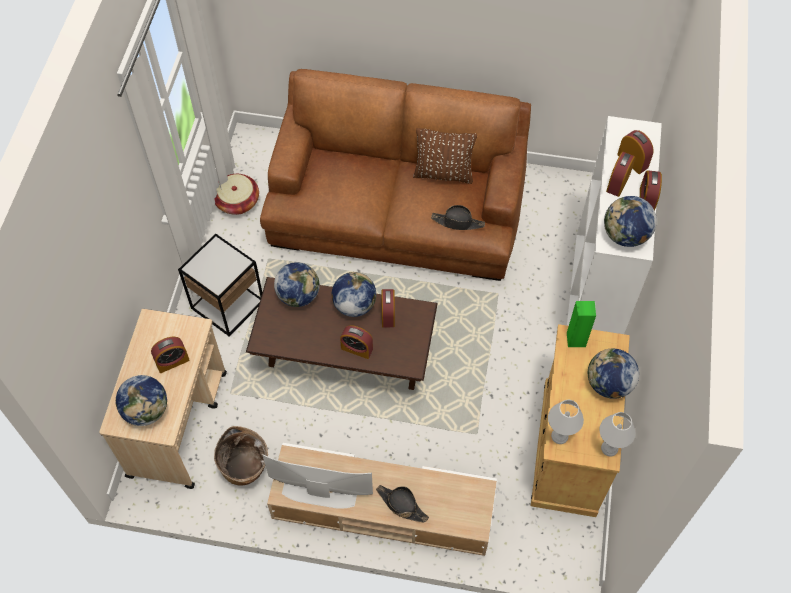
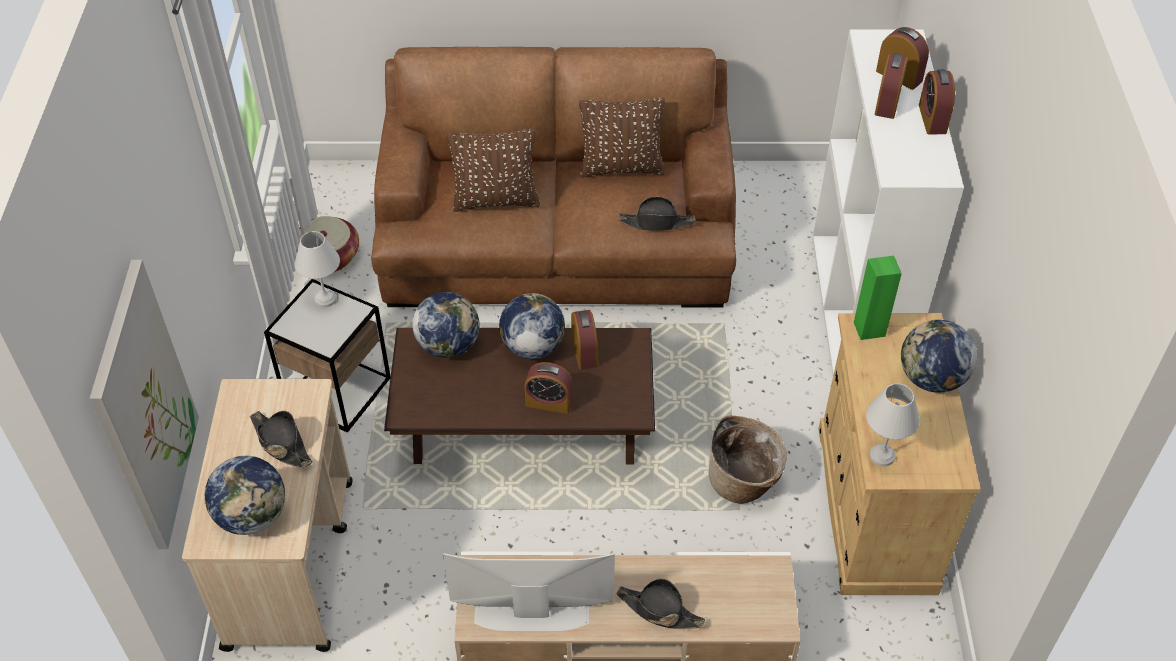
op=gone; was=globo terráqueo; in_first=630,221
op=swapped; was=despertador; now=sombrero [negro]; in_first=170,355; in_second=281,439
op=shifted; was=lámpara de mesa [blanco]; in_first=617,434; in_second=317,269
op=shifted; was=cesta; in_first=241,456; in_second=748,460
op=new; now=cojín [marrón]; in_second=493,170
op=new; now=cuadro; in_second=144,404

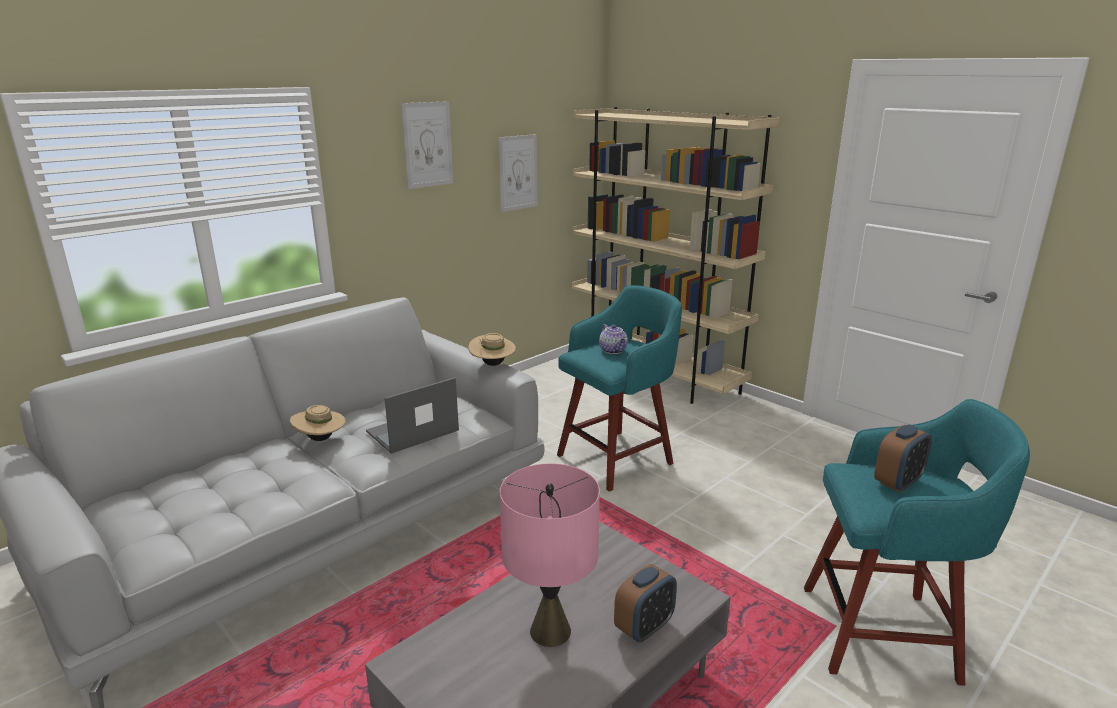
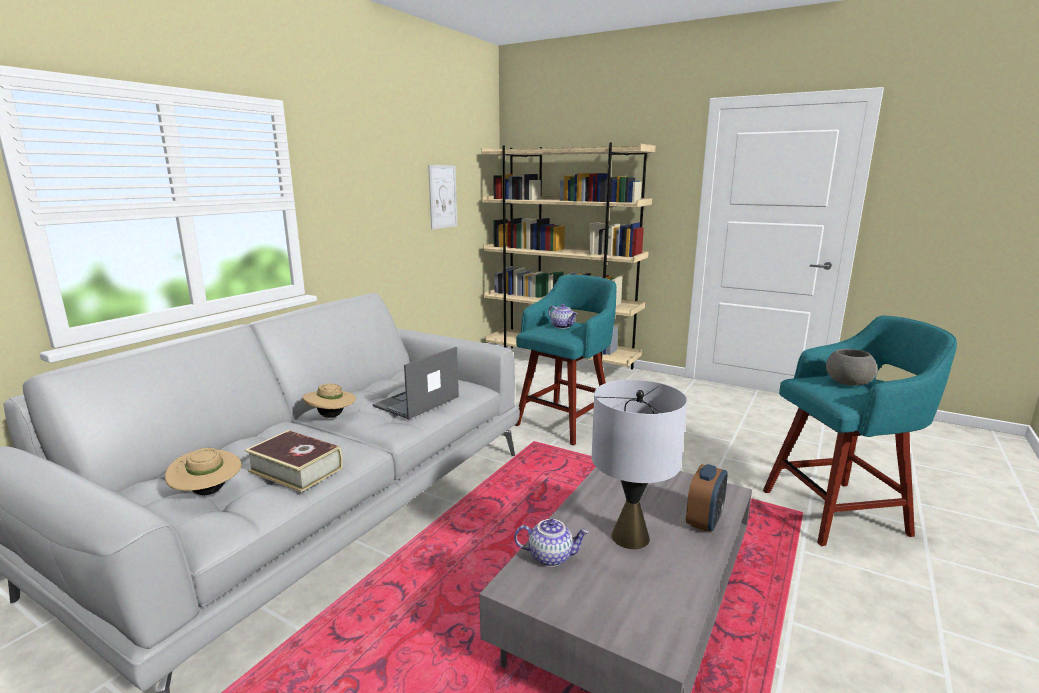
op=gone; was=cuadro; in_first=427,145
op=shifted; was=sombrero [beis]; in_first=492,349; in_second=203,471
op=swapped; was=despertador; now=cuenco [gris]; in_first=903,458; in_second=852,367
op=repainted; was=lámpara de mesa [rosa]; now=lámpara de mesa [gris]; in_first=550,555; in_second=639,464
op=new; now=libro; in_second=294,461
op=new; now=tetera; in_second=551,543

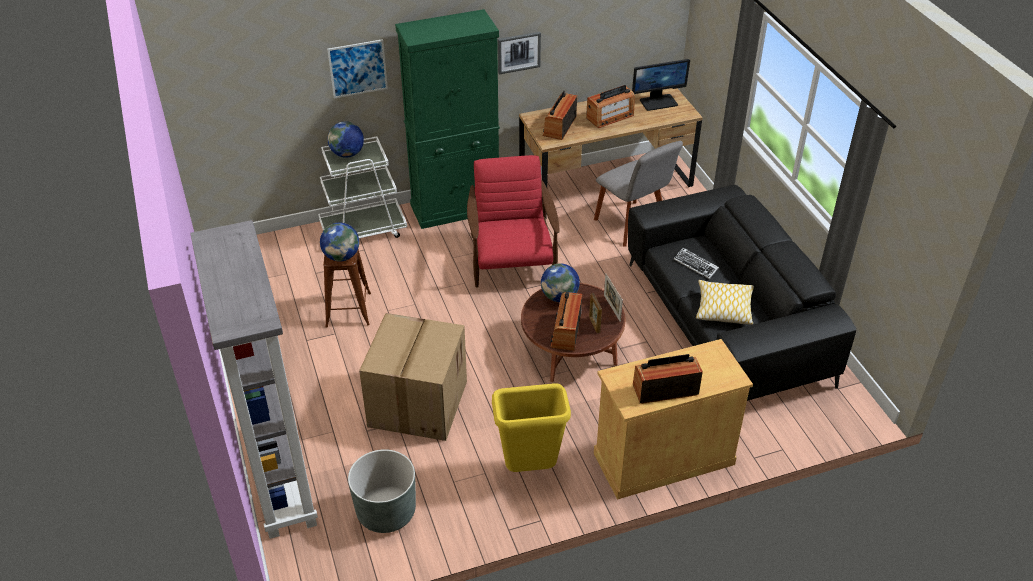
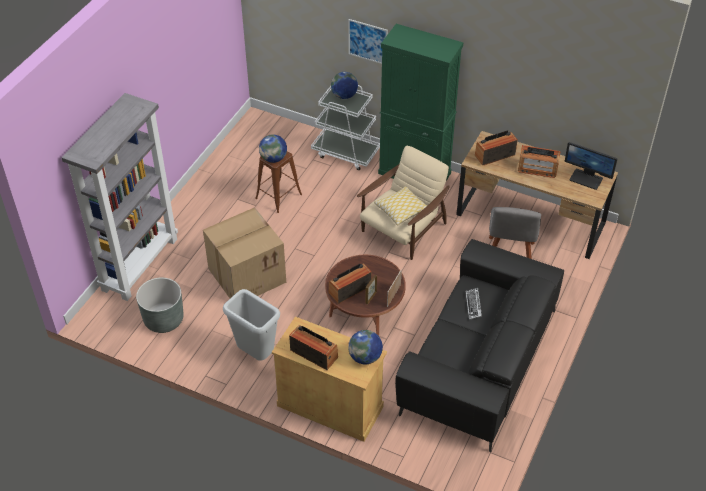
op=gone; was=cuadro; in_first=519,53
op=repainted; was=sillón [rojo]; now=sillón [beis]; in_first=513,221; in_second=403,203
op=shifted; was=globo terráqueo; in_first=560,282; in_second=365,347
op=shifted; was=cojín; in_first=725,302; in_second=400,206
op=repainted; was=papelera [amarillo]; now=papelera [gris]; in_first=531,427; in_second=251,325

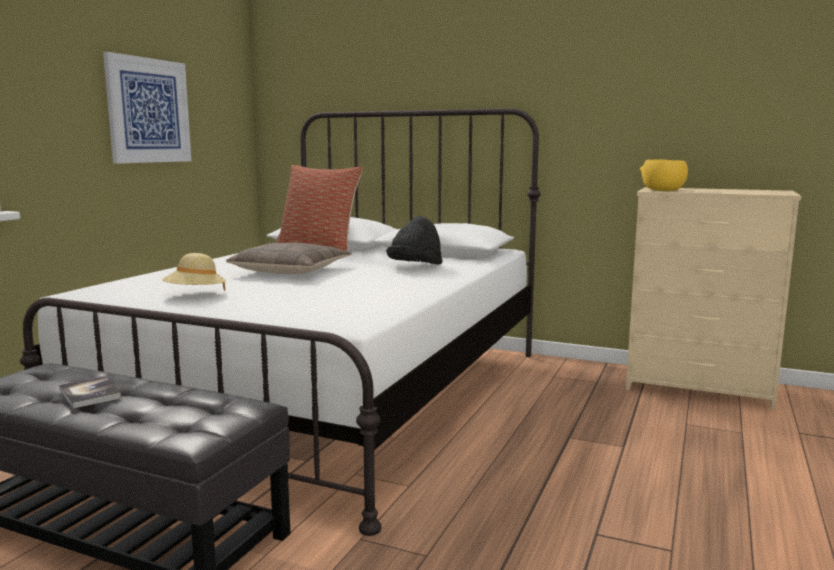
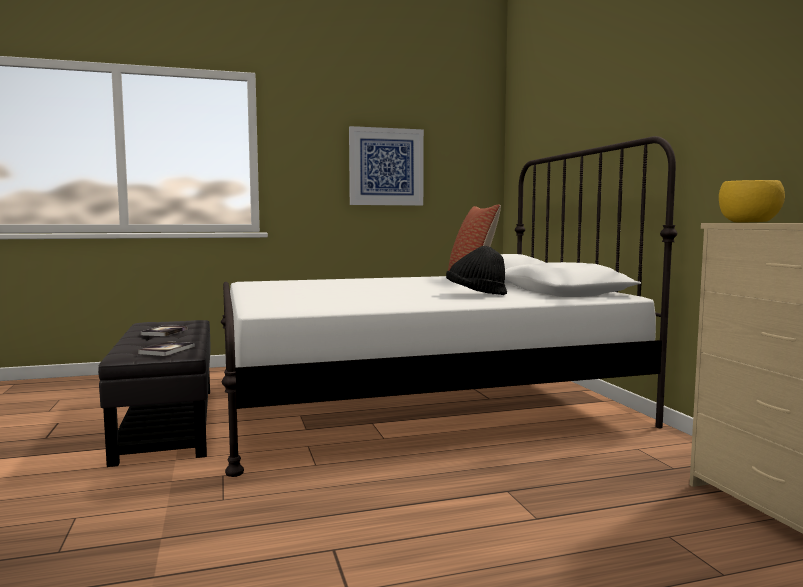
op=gone; was=cojín; in_first=289,258
op=gone; was=sombrero [beis]; in_first=194,272
op=new; now=libro; in_second=166,348

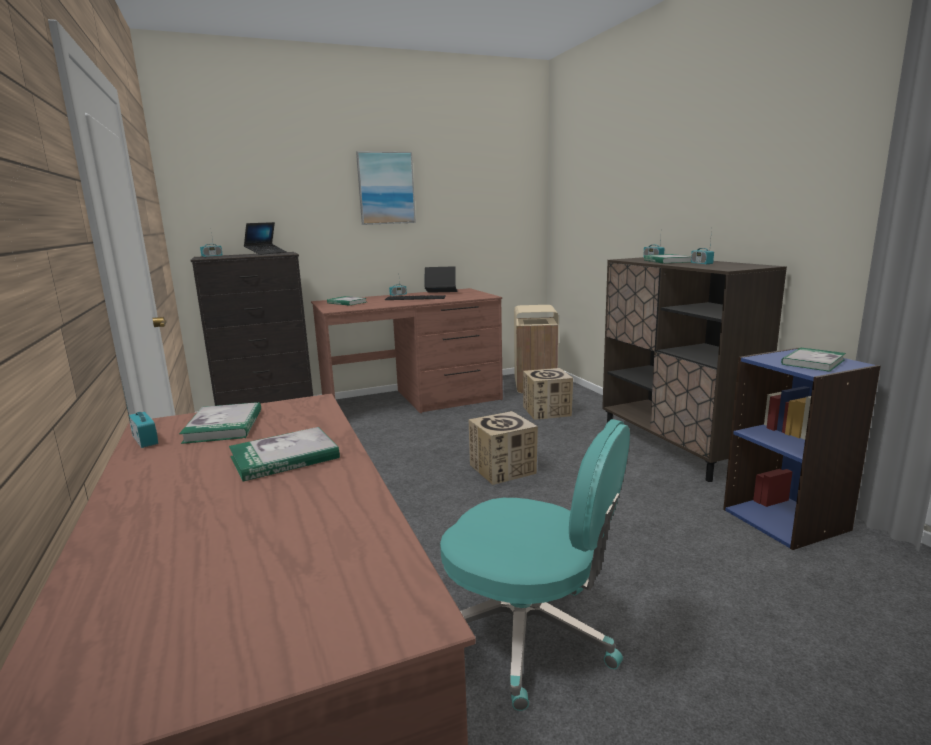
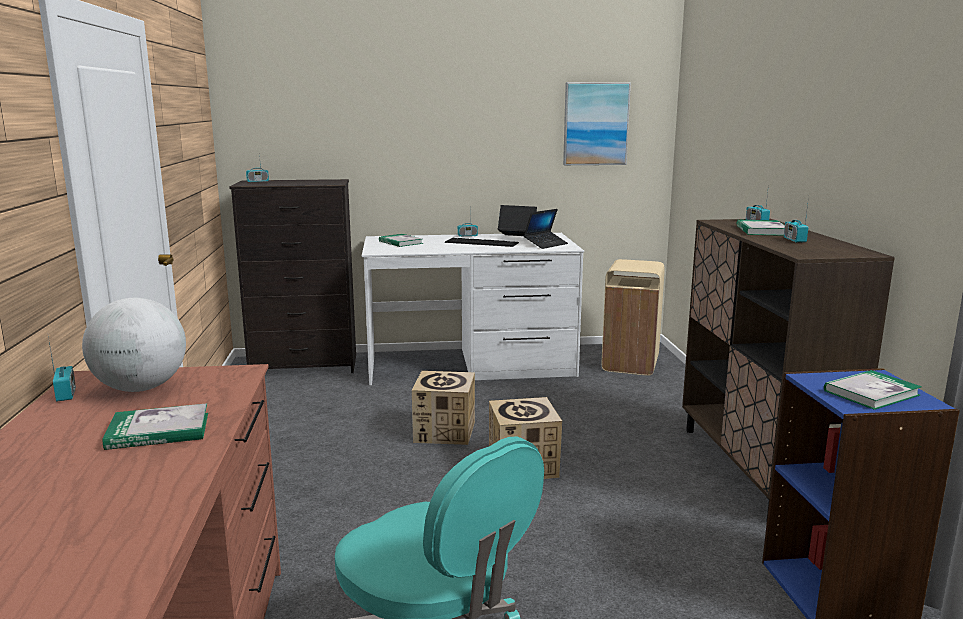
op=shifted; was=cuadro; in_first=386,188; in_second=597,123
op=shifted; was=portátil; in_first=265,238; in_second=546,229
op=repainted; was=escritorio [marrón]; now=escritorio [blanco]; in_first=407,350; in_second=473,309
op=shifted; was=caja de cartón; in_first=548,394; in_second=443,408
op=swapped; was=libro; now=globo terráqueo; in_first=220,423; in_second=134,345

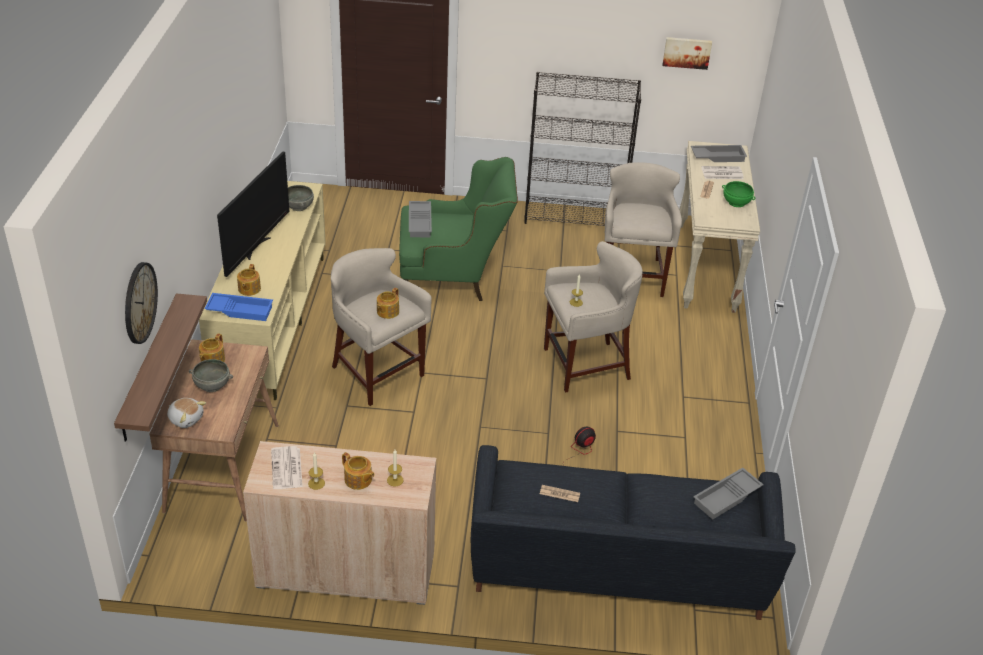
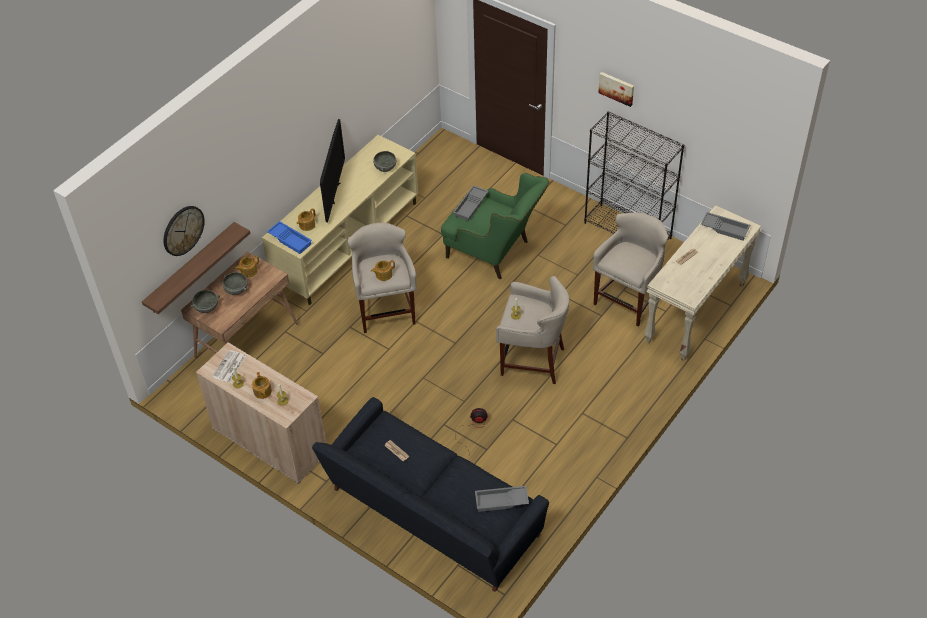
op=shifted; was=cuadro; in_first=687,53; in_second=616,89
op=rotated; was=televisor; in_first=253,214; in_second=332,170; clockwise=-45
op=gone; was=periódico; in_first=722,172
op=gone; was=cuenco [verde]; in_first=738,194
op=swapped; was=peluche; now=cuenco [gris]; in_first=186,413; in_second=205,301

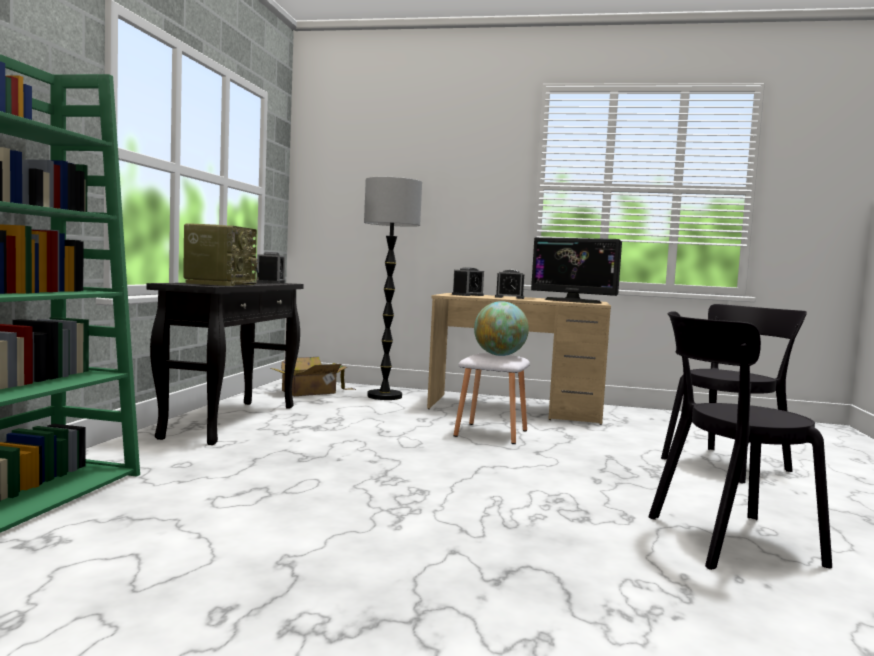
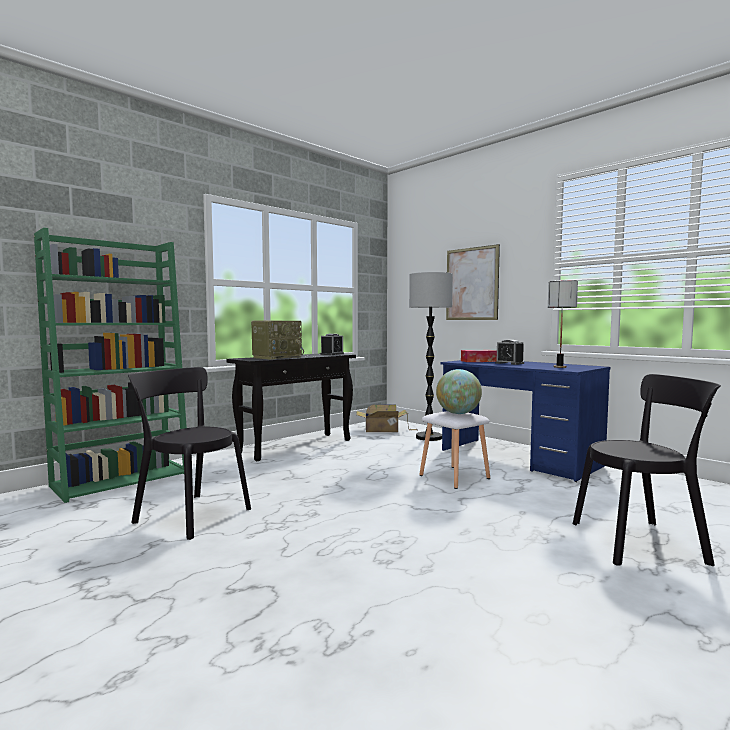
op=swapped; was=monitor; now=lámpara de mesa; in_first=576,270; in_second=563,324
op=swapped; was=despertador; now=caja de pañuelos; in_first=468,281; in_second=479,356
op=repainted; was=escritorio [beis]; now=escritorio [azul]; in_first=519,359; in_second=526,421
op=shifted; was=silla [negro]; in_first=740,440; in_second=189,453
op=new; now=cuadro; in_second=473,282

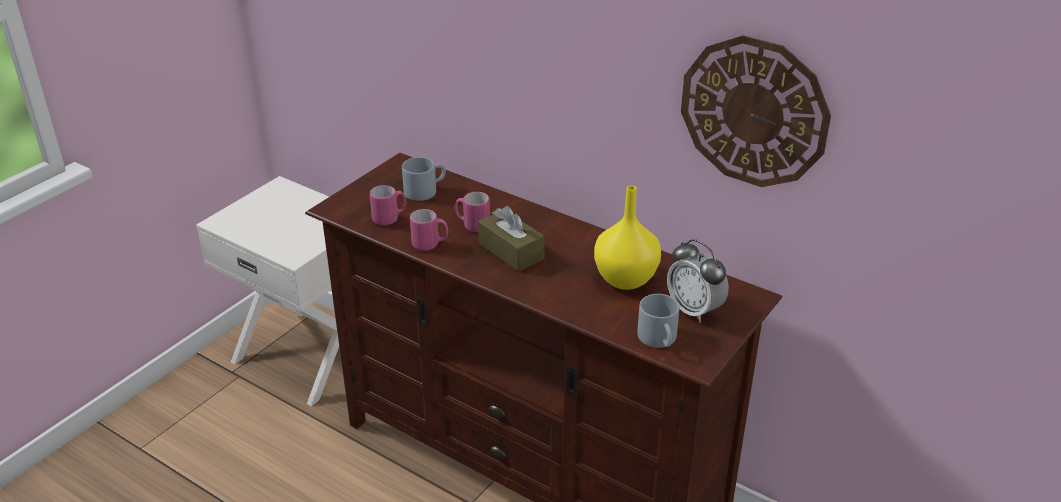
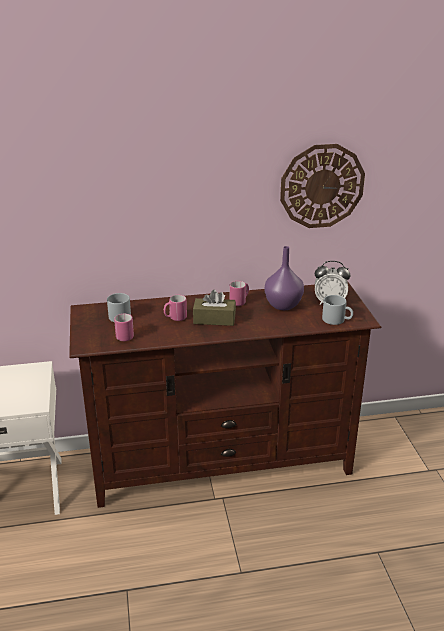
op=repainted; was=florero [amarillo]; now=florero [morado]; in_first=627,238; in_second=284,278
op=shifted; was=taza grande [rosa]; in_first=429,230; in_second=239,293

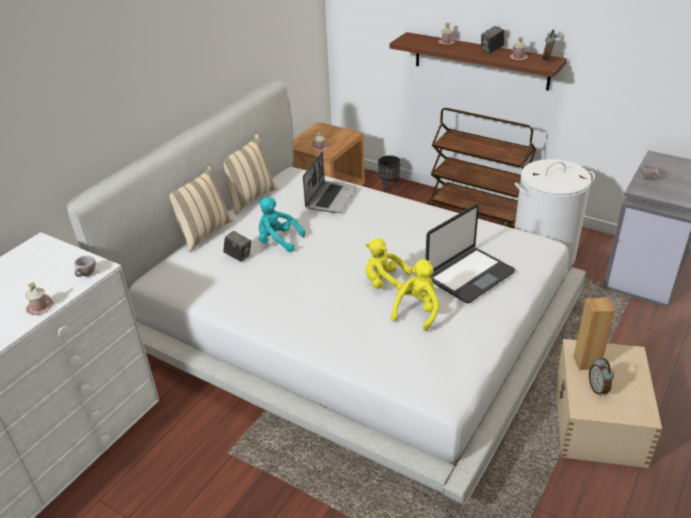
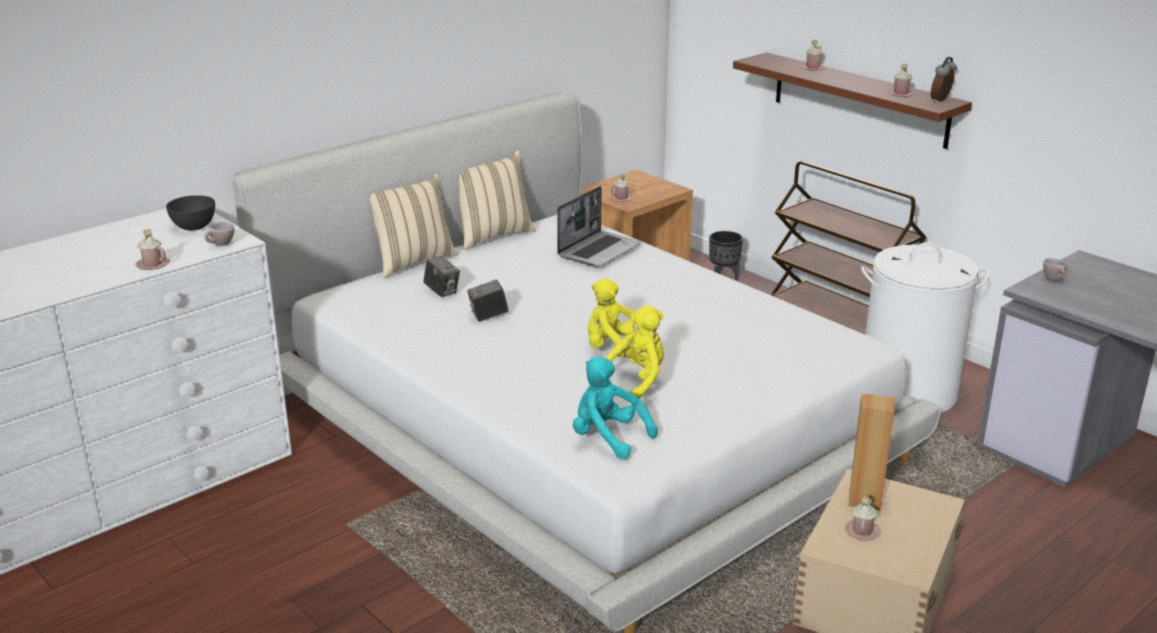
op=shifted; was=cámara; in_first=492,39; in_second=487,300
op=shifted; was=peluche [turquesa]; in_first=282,224; in_second=615,408
op=gone; was=portátil; in_first=470,253
op=swapped; was=despertador; now=taza grande [rosa]; in_first=601,377; in_second=863,518
op=new; now=cuenco [gris]; in_second=190,212

